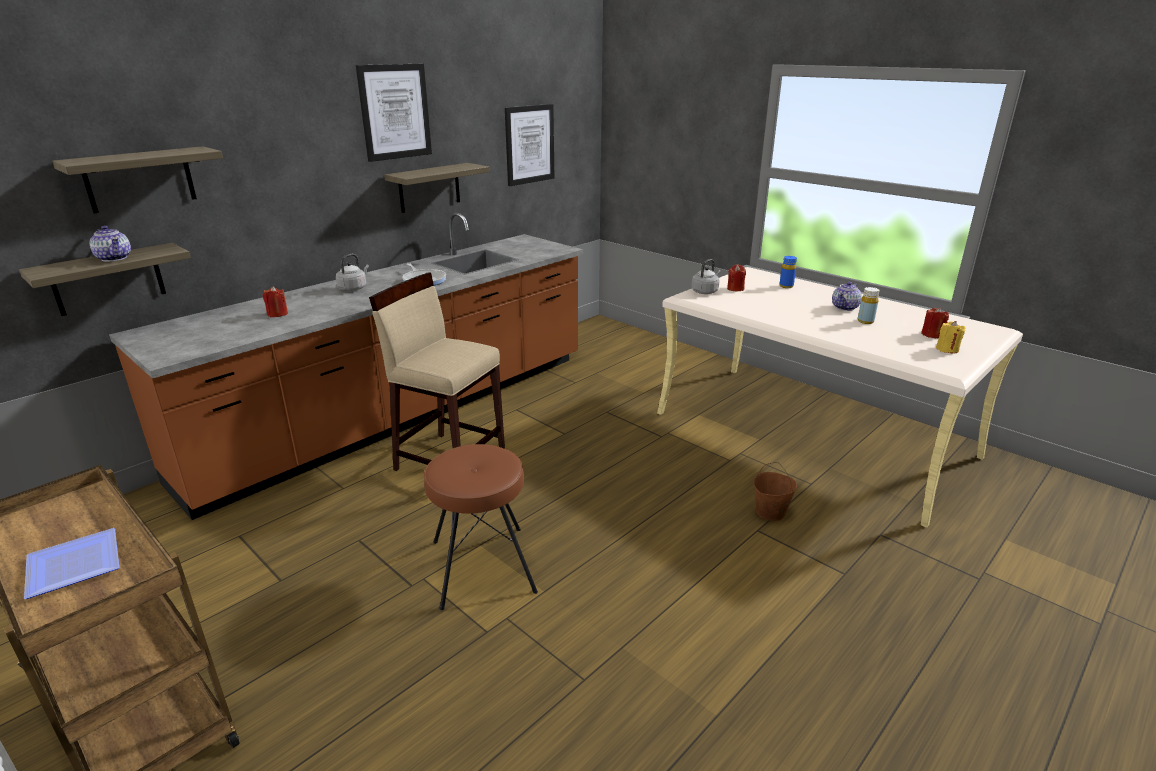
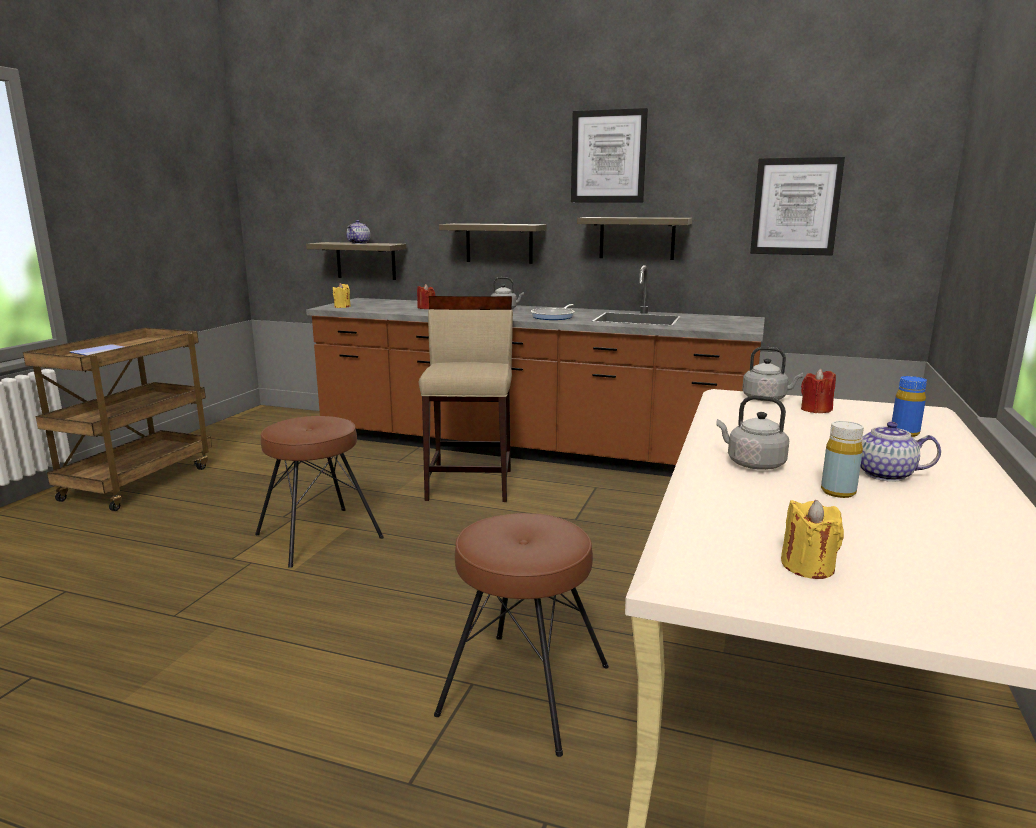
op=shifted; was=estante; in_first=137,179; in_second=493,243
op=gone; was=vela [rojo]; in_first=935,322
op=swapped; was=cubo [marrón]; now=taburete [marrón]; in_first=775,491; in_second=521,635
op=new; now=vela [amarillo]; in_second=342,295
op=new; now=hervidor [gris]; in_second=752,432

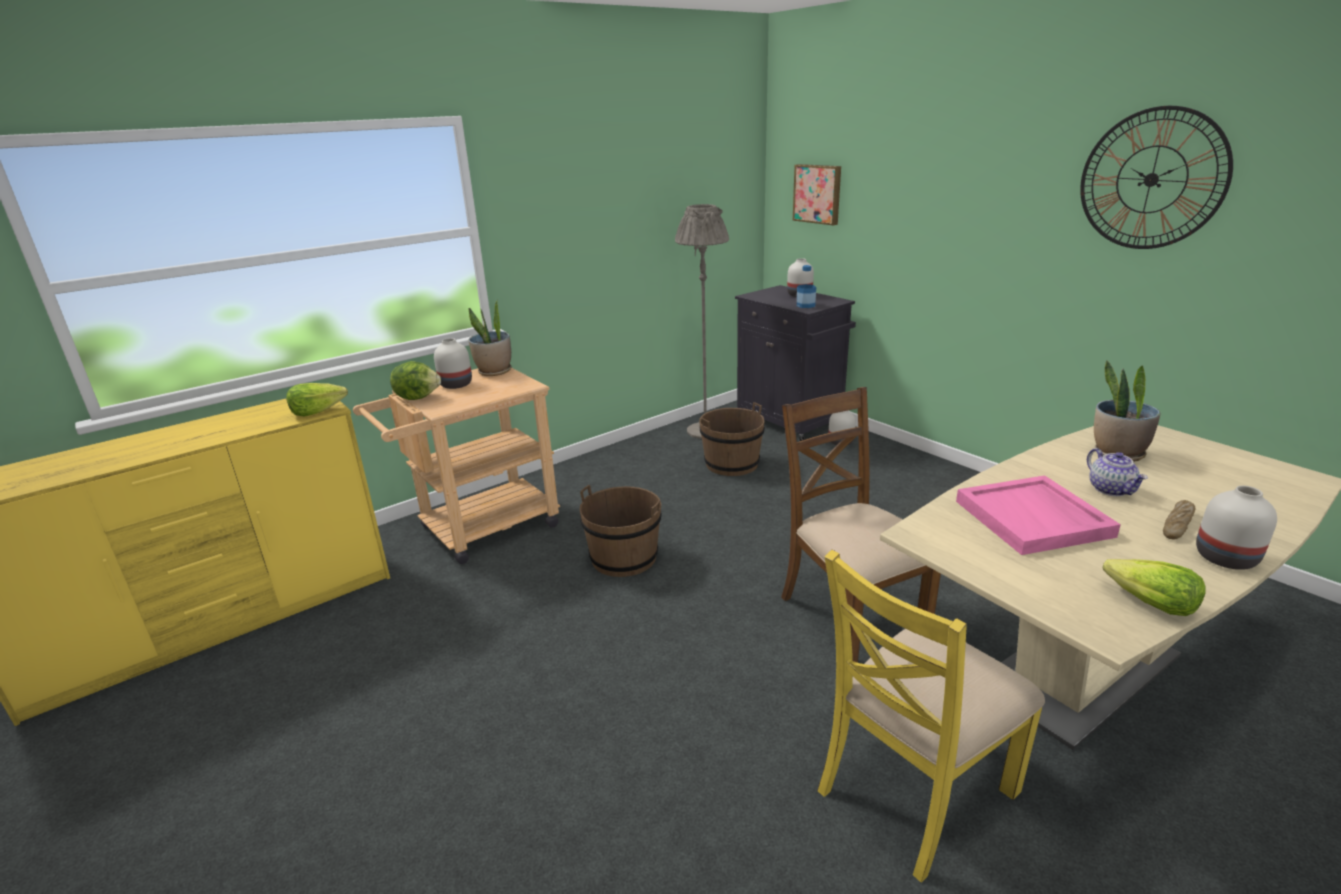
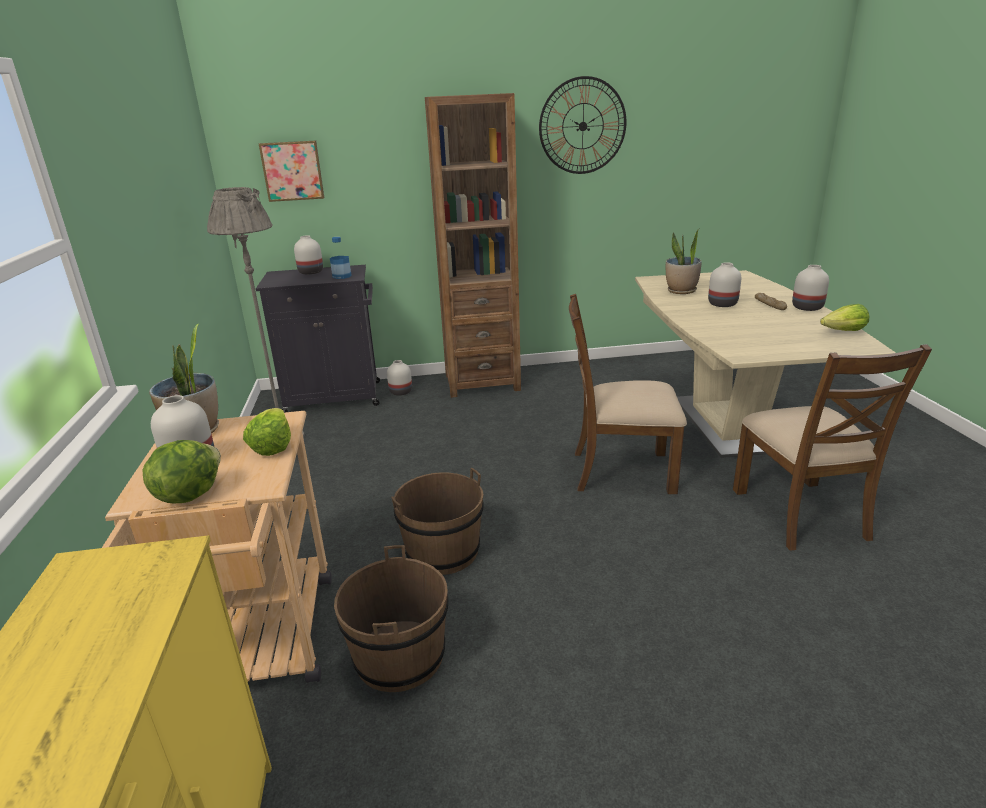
op=shifted; was=lechuga; in_first=317,400; in_second=267,432
op=shifted; was=cubo [marrón]; in_first=732,439; in_second=391,618
op=swapped; was=tetera; now=florero [blanco]; in_first=1117,472; in_second=724,284
op=gone; was=bandeja [rosa]; in_first=1038,515
op=repainted; was=silla [amarillo]; now=silla [marrón]; in_first=931,716; in_second=832,447
op=new; now=estantería [marrón]; in_second=473,245

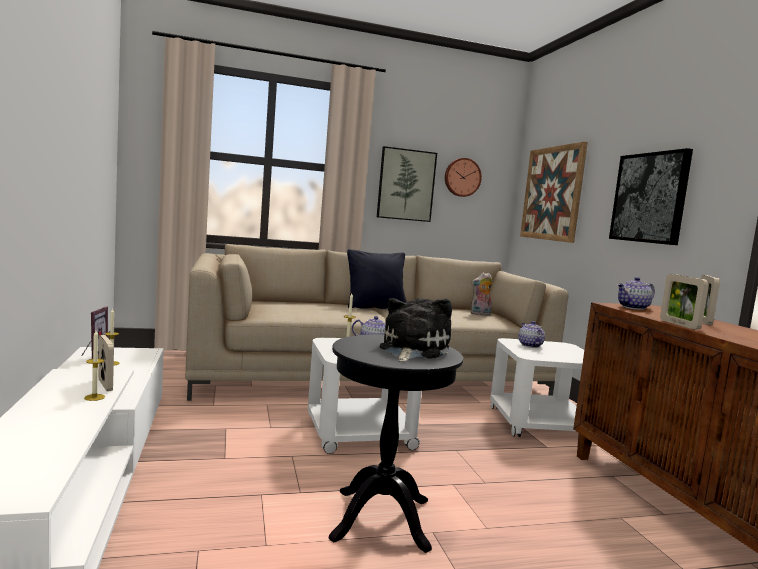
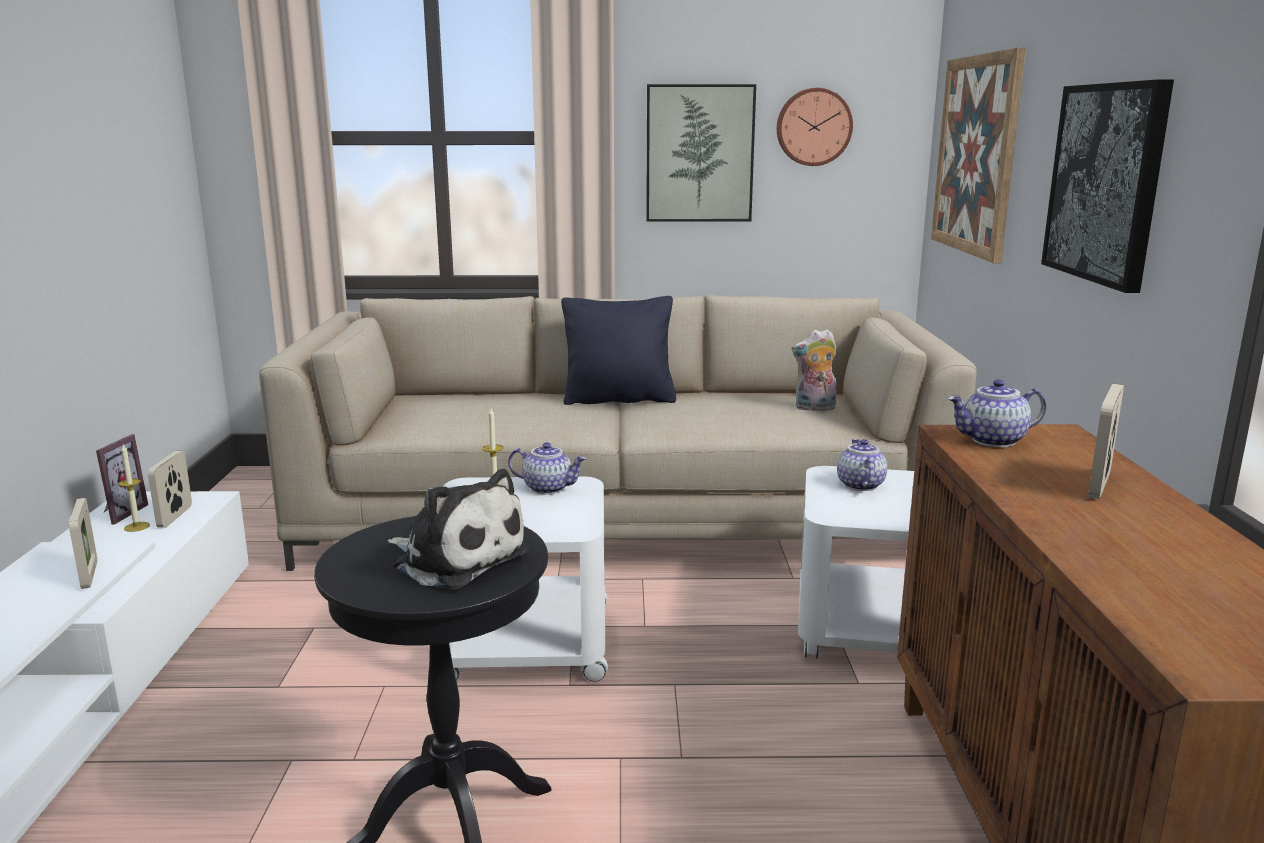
op=shifted; was=portarretratos; in_first=684,301; in_second=170,489
op=rotated; was=peluche; in_first=415,330; in_second=458,529; clockwise=90
op=gone; was=vela; in_first=94,366

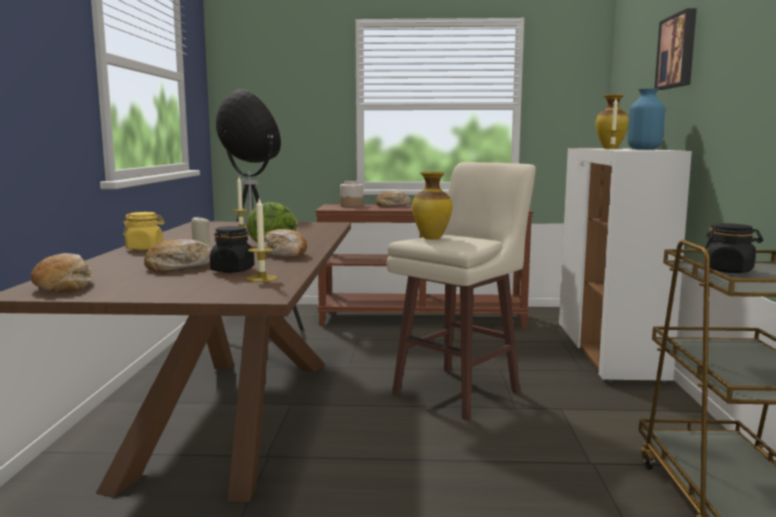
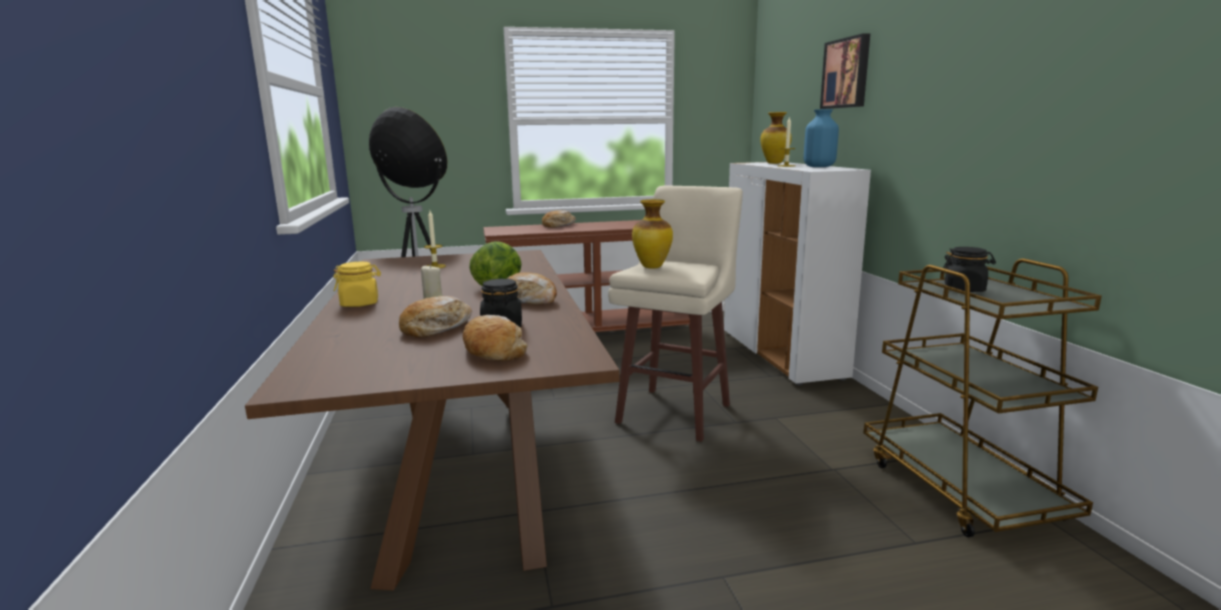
op=gone; was=tarro; in_first=351,194
op=gone; was=vela; in_first=262,240
op=shifted; was=pan; in_first=62,272; in_second=495,338

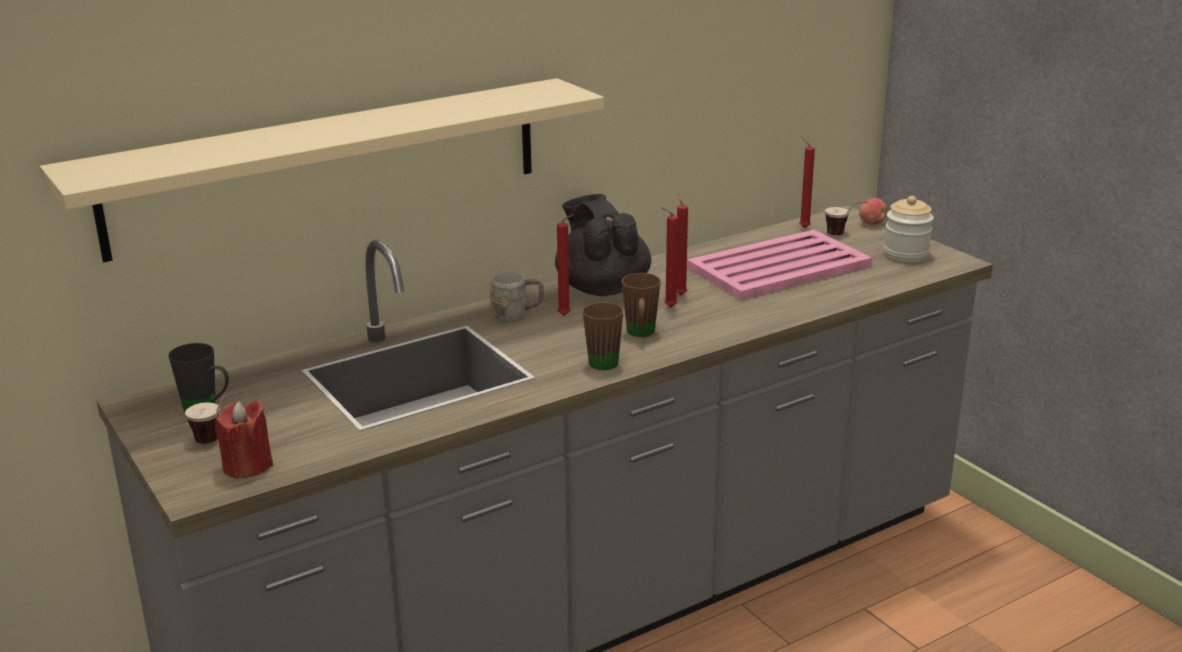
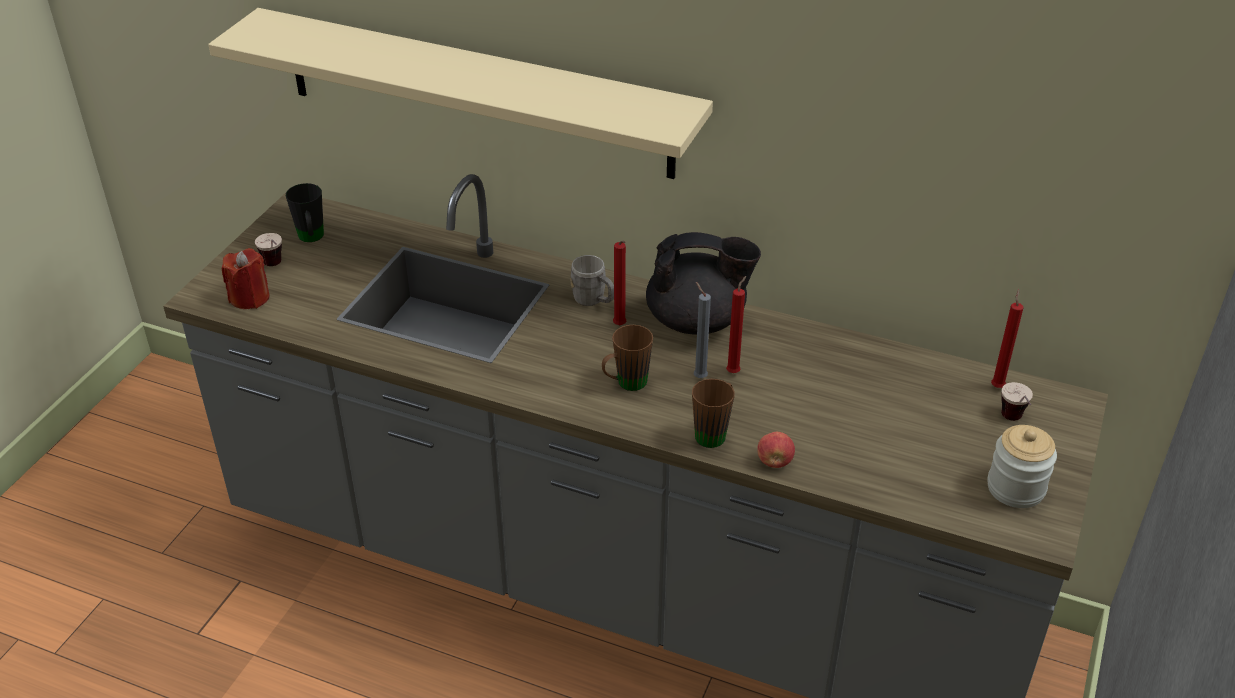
op=rotated; was=tetera [negro]; in_first=603,245; in_second=703,283; clockwise=60
op=shifted; was=manzana; in_first=873,211; in_second=776,450
op=repainted; was=vela [rojo]; now=vela [gris]; in_first=670,257; in_second=702,330
op=gone; was=bandeja [rosa]; in_first=779,265
op=shifted; was=taza grande [marrón]; in_first=603,336; in_second=713,413

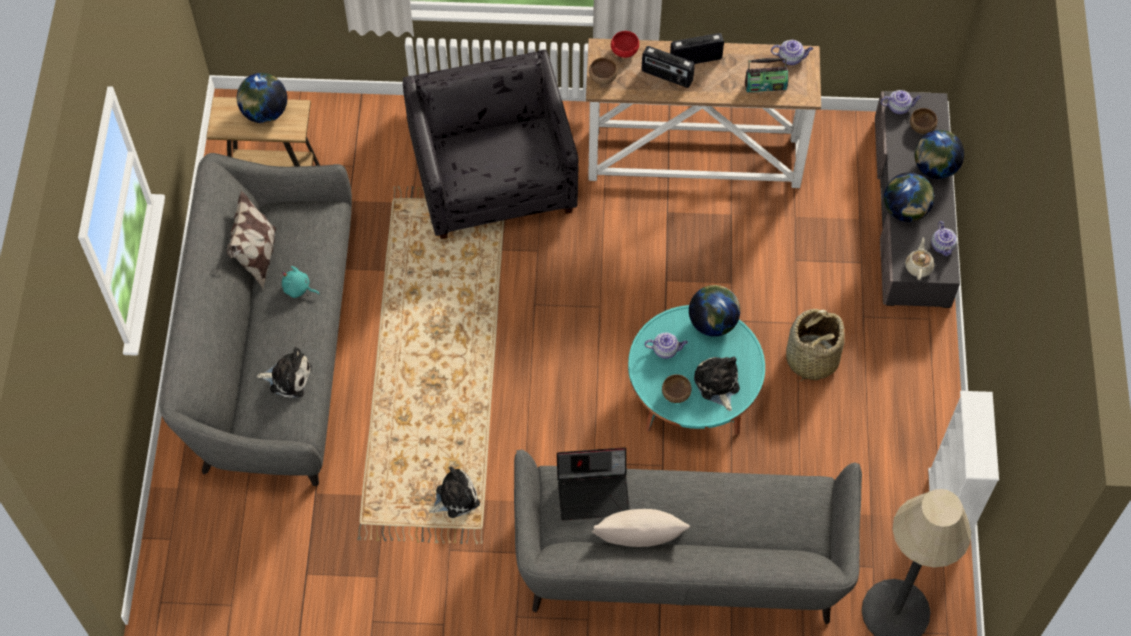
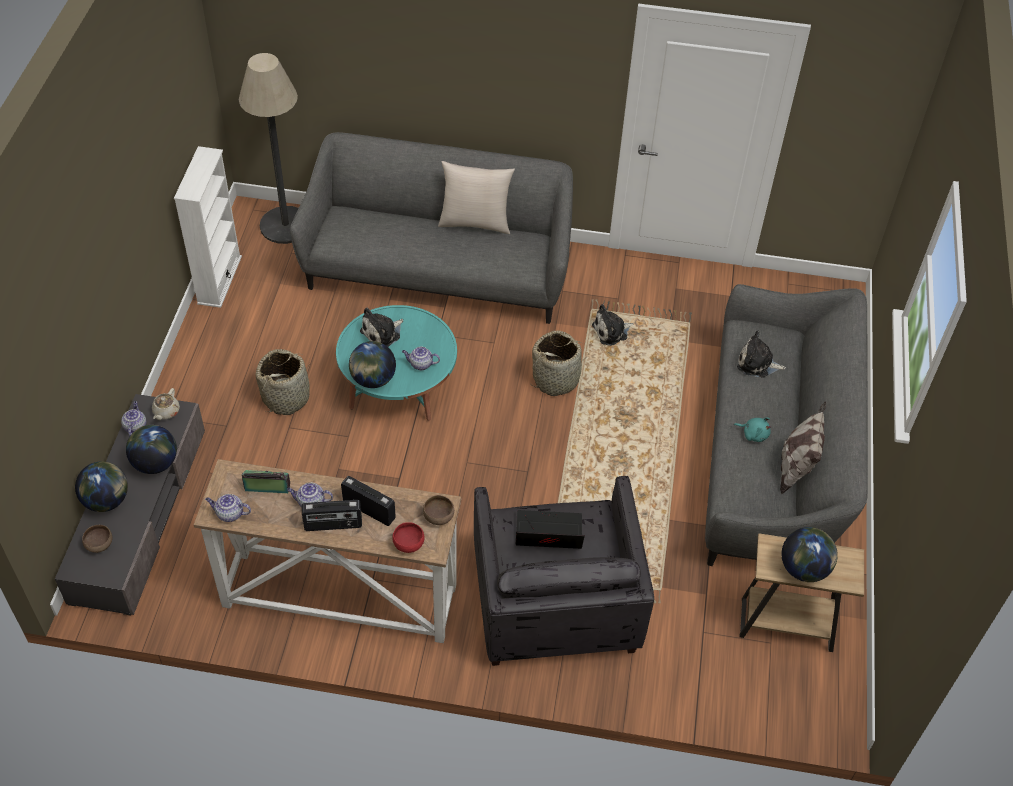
op=shifted; was=tetera; in_first=901,102; in_second=310,494
op=rotated; was=peluche; in_first=717,384; in_second=381,327; clockwise=60
op=gone; was=cuenco [marrón]; in_first=677,388
op=shifted; was=portátil; in_first=593,484; in_second=550,529
op=new; now=cesta; in_second=559,363

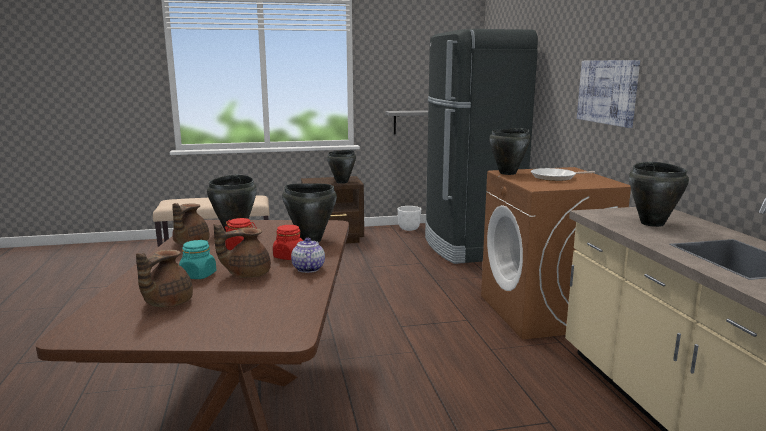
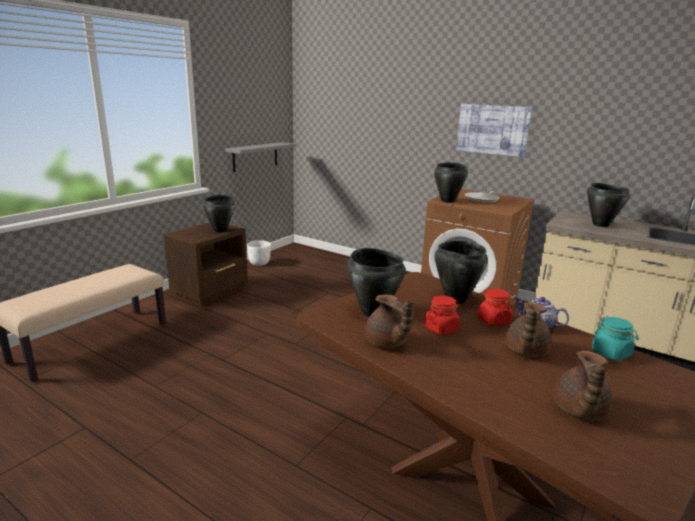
op=gone; was=nevera [negro]; in_first=481,146
op=shifted; was=tarro [turquesa]; in_first=197,259; in_second=615,338
op=rotated; was=tetera [marrón]; in_first=164,278; in_second=582,385; clockwise=45

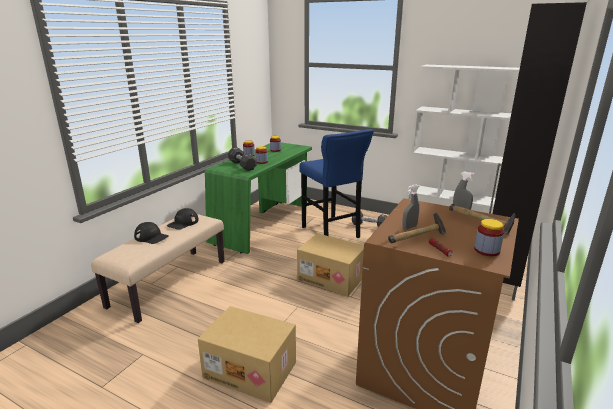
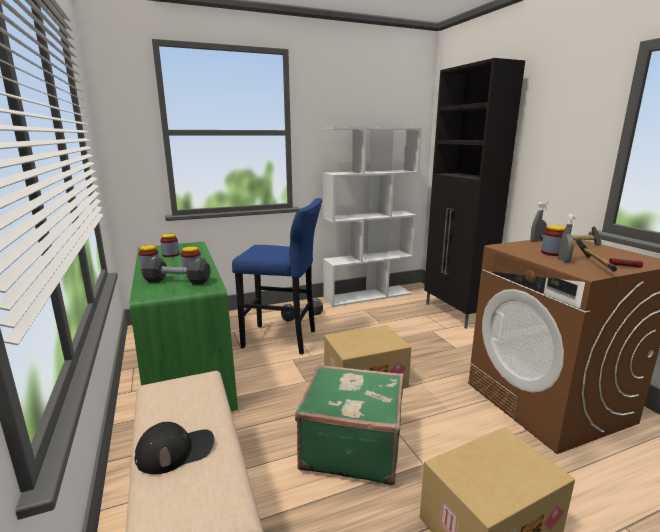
op=gone; was=gorra [negro]; in_first=182,219
op=shifted; was=tarro; in_first=489,237; in_second=553,240
op=new; now=maleta [verde]; in_second=349,424

